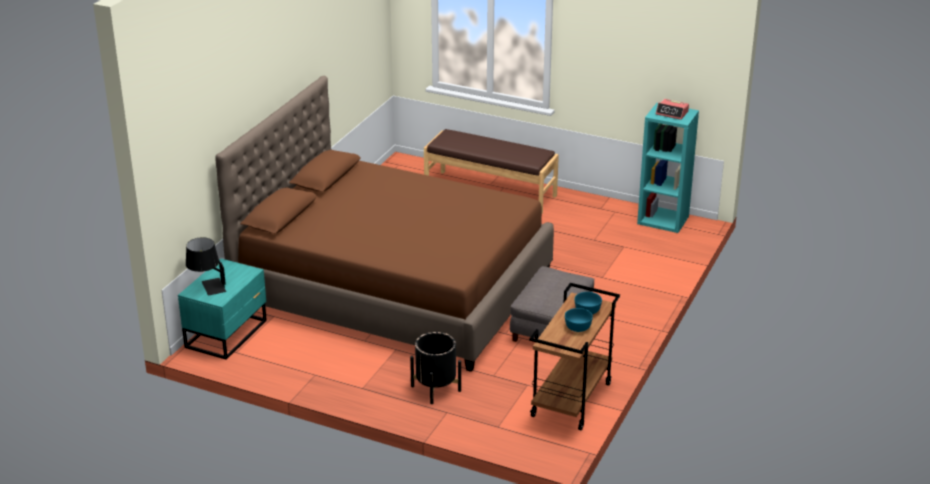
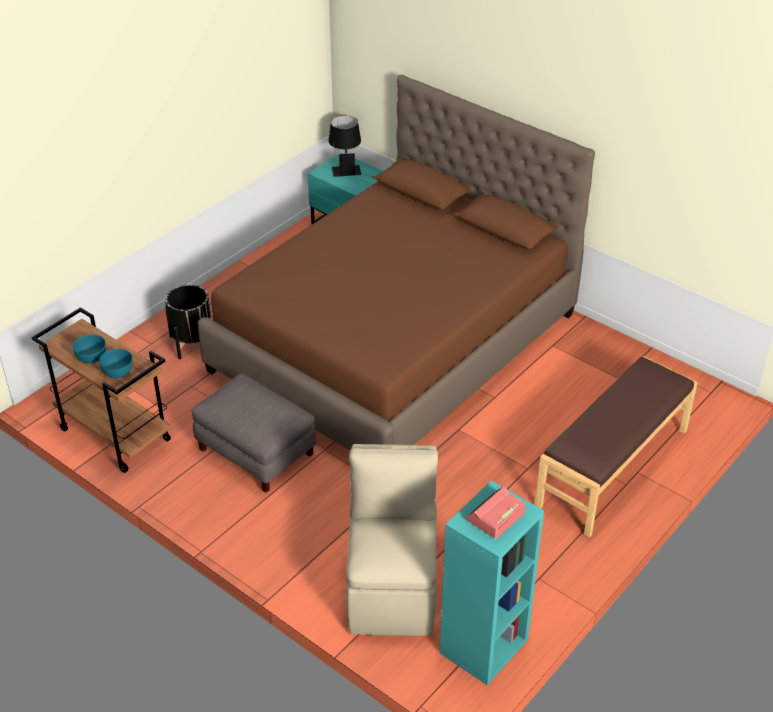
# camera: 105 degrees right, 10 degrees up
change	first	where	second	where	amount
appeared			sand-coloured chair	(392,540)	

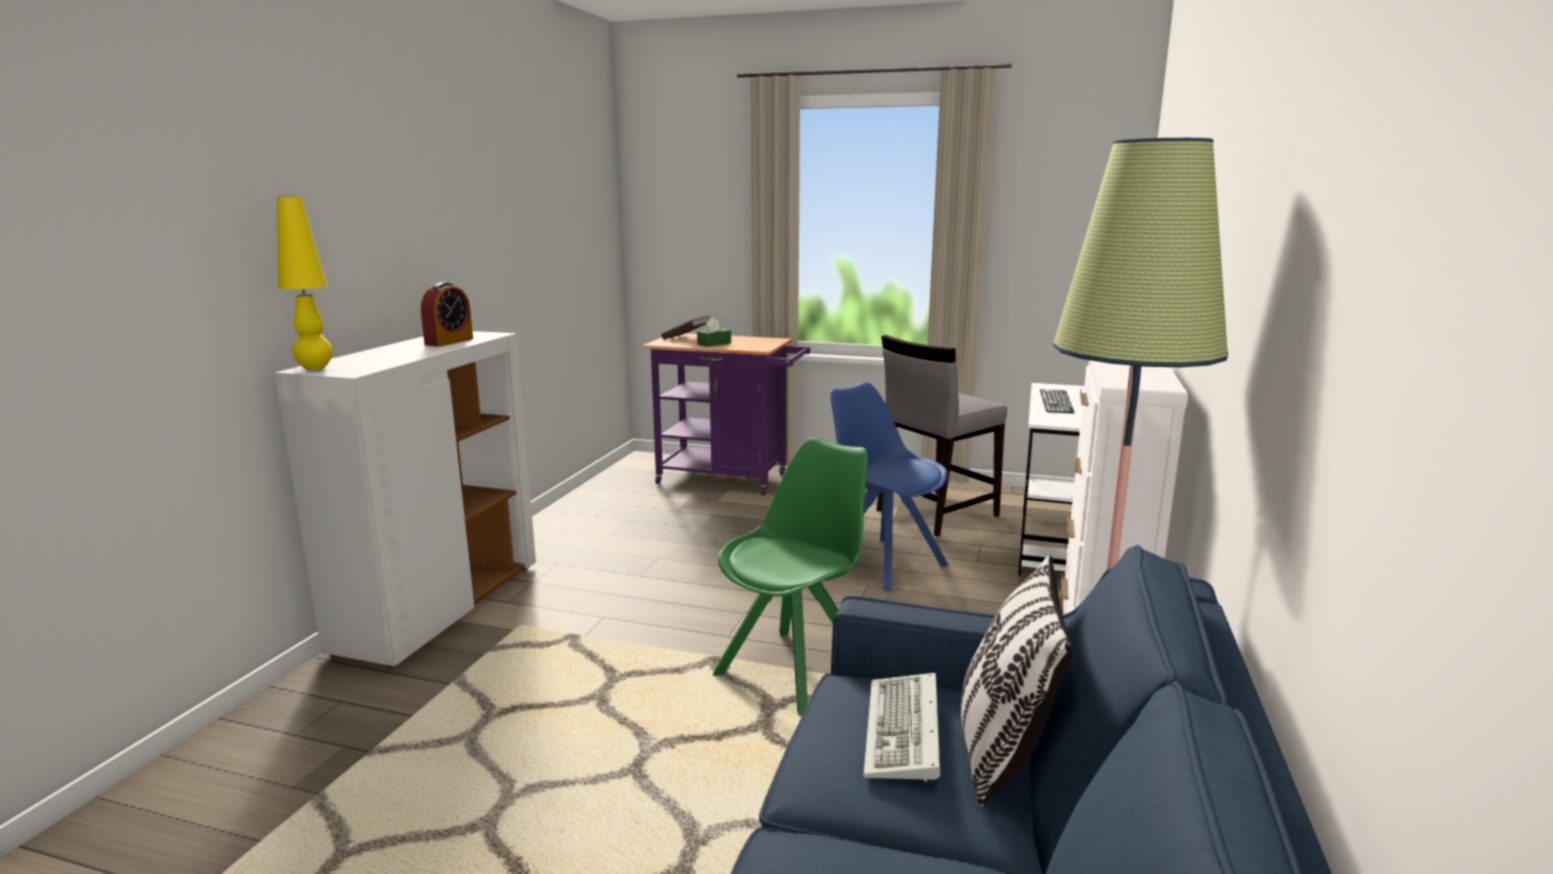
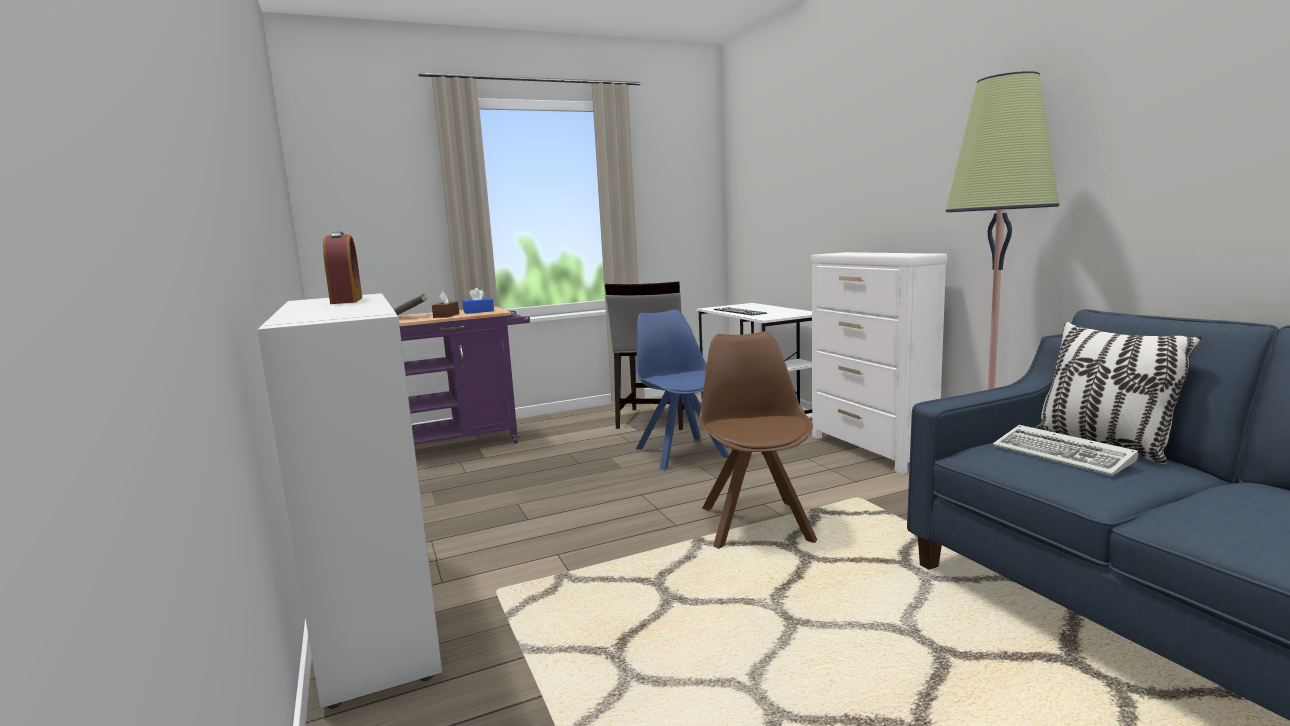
# camera: 40 degrees left, 5 degrees down
change	first	where	second	where	amount
missing	yellowish lamp for a table	(304,283)			
colour	greenish box of tissues	(714,332)	brownish box of tissues	(445,304)	
colour	greenish chair	(790,576)	brownish chair	(758,440)	
spun	blue chair	(890,486)		(682,390)	60 degrees clockwise
appeared			blue box of tissues	(478,301)	

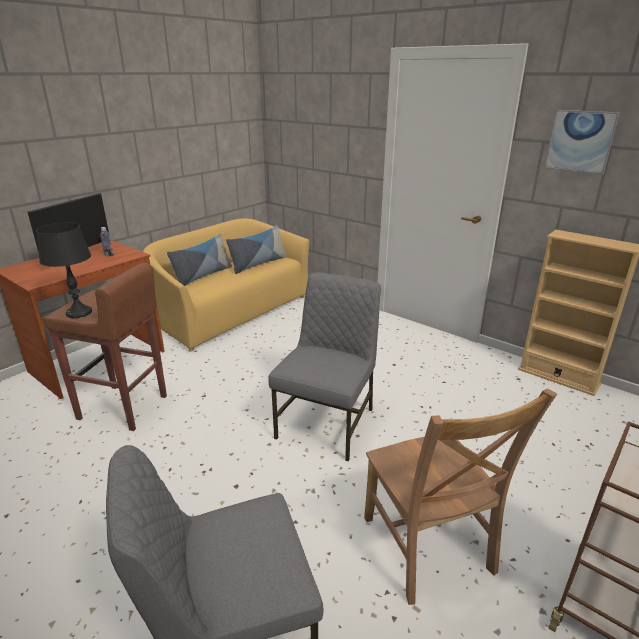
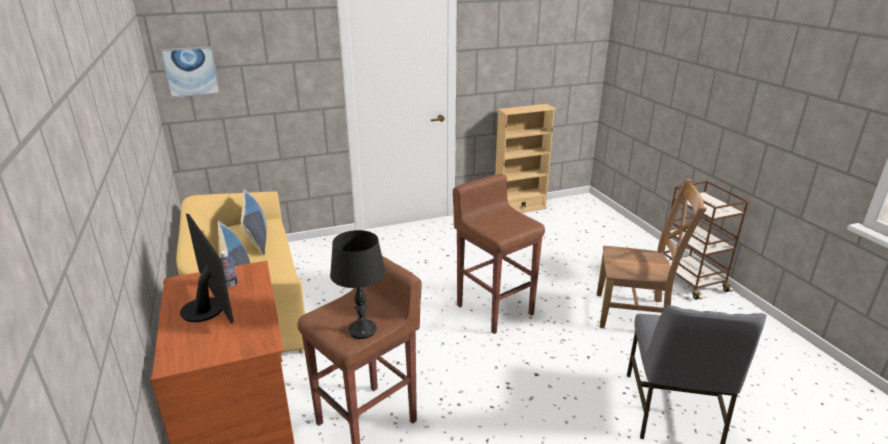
# camera: 60 degrees left, 0 degrees up
change	first	where	second	where	amount
exchanged	gray chair	(324,366)	brownish stool seat	(499,254)	
relocated	picture	(582,142)		(190,72)	

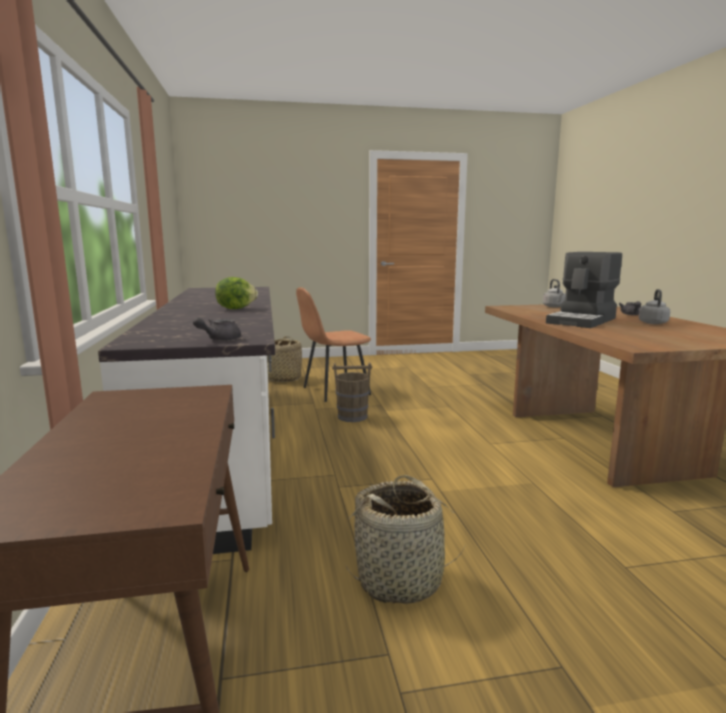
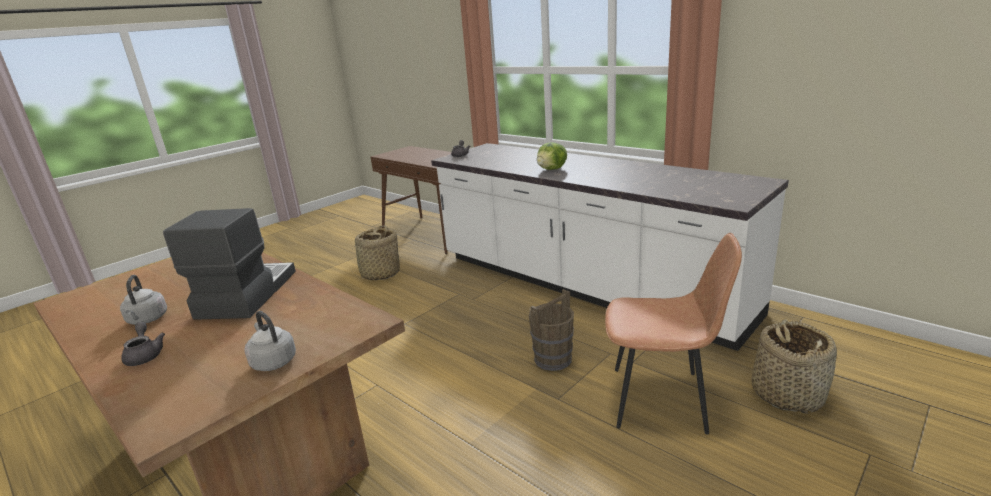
# camera: 145 degrees right, 10 degrees up
change	first	where	second	where	amount
spun	brownish chair	(333,344)		(673,334)	75 degrees clockwise

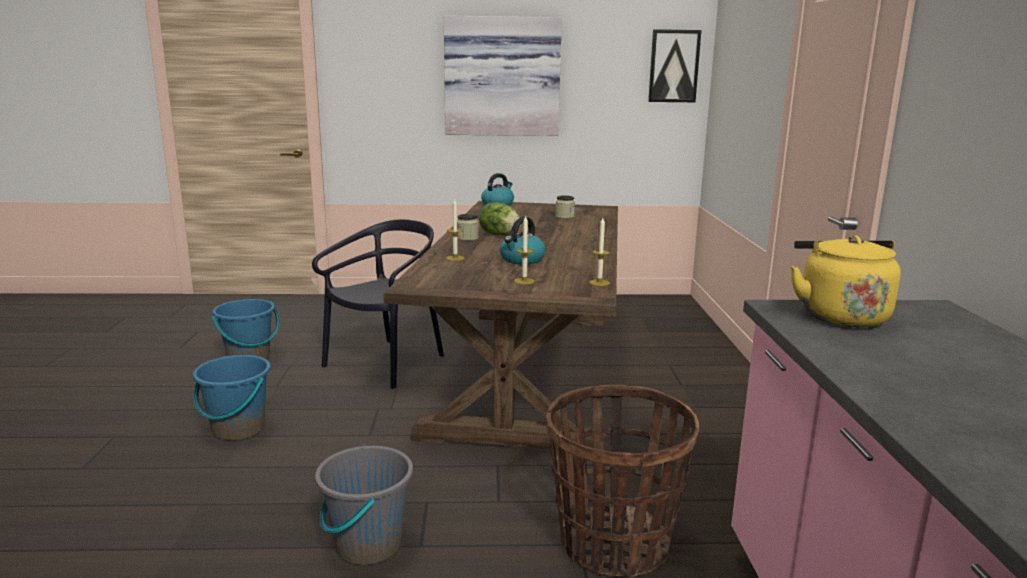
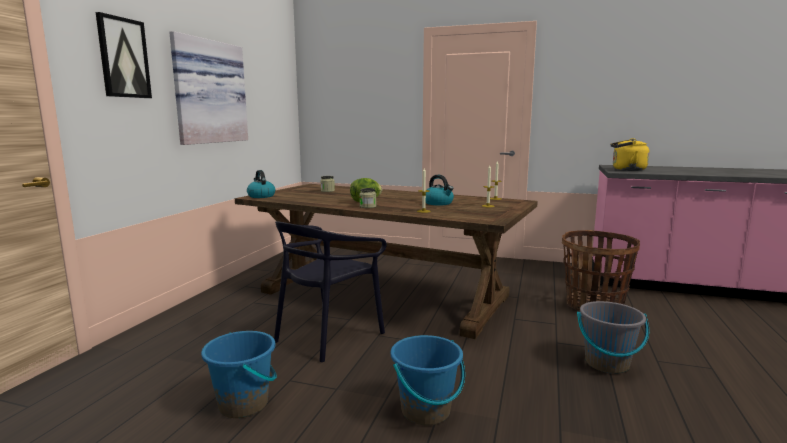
# camera: 70 degrees left, 5 degrees down
change	first	where	second	where	amount
spun	blackish chair	(378,304)		(330,291)	105 degrees counterclockwise
relocated	picture	(675,65)		(124,55)	

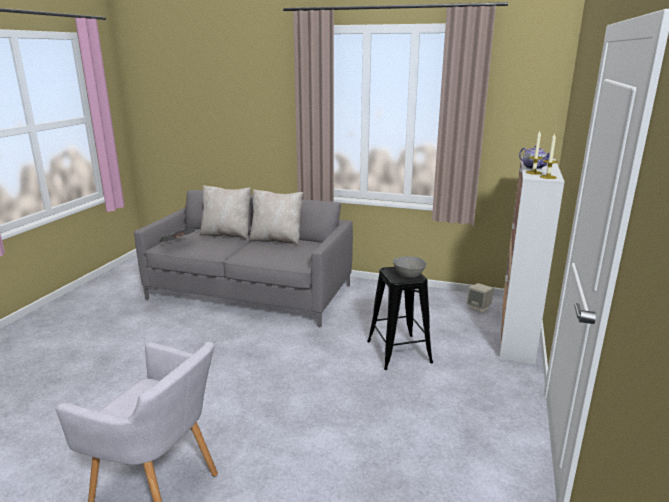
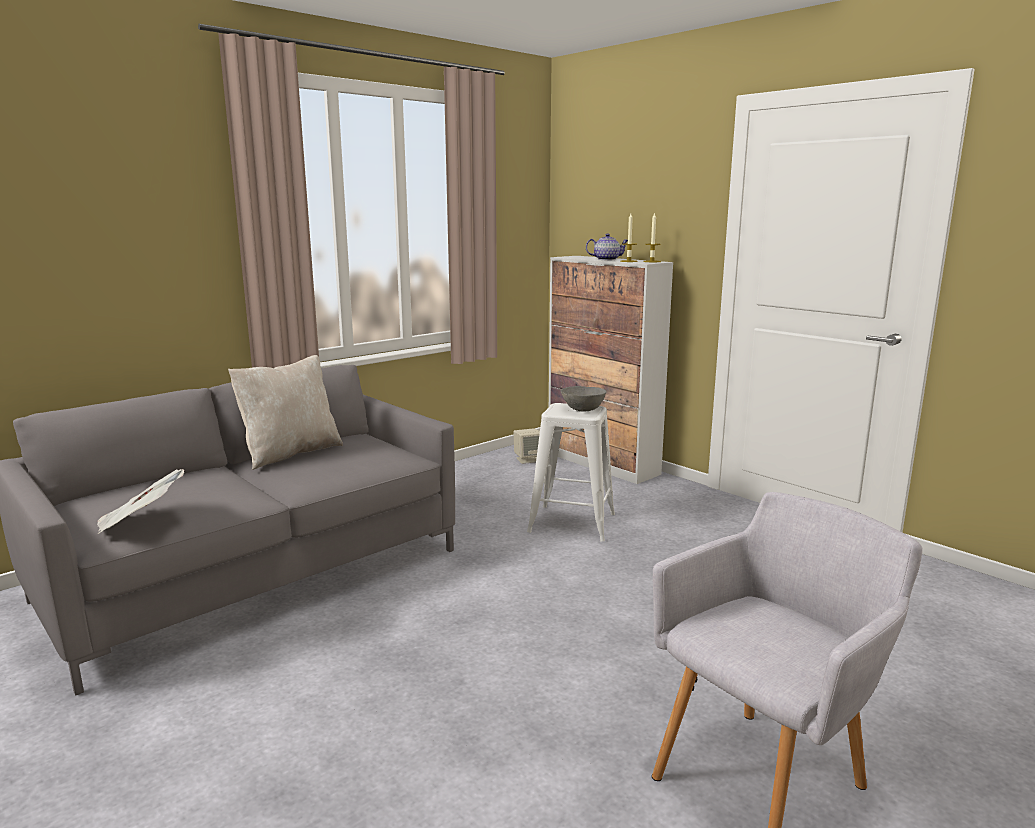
# camera: 60 degrees left, 5 degrees down
change	first	where	second	where	amount
missing	sand-coloured pillow	(225,212)			
colour	blackish stool seat	(400,318)	whitish stool seat	(571,472)	

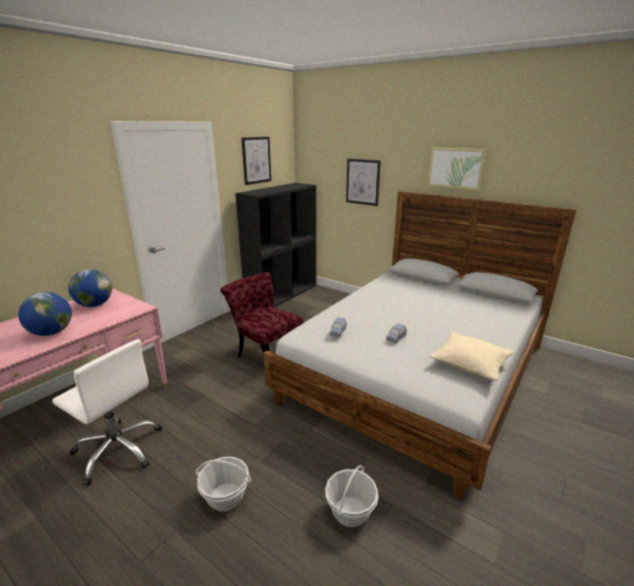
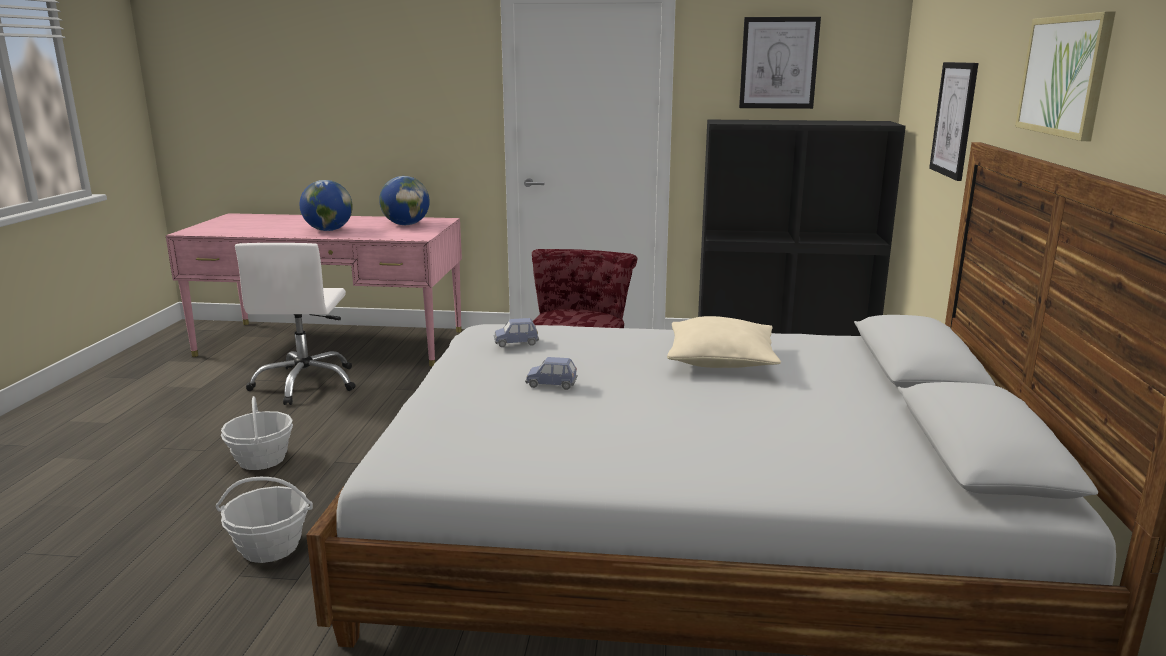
# camera: 60 degrees right, 5 degrees down
change	first	where	second	where	amount
relocated	sand-coloured pillow	(472,356)		(724,342)	

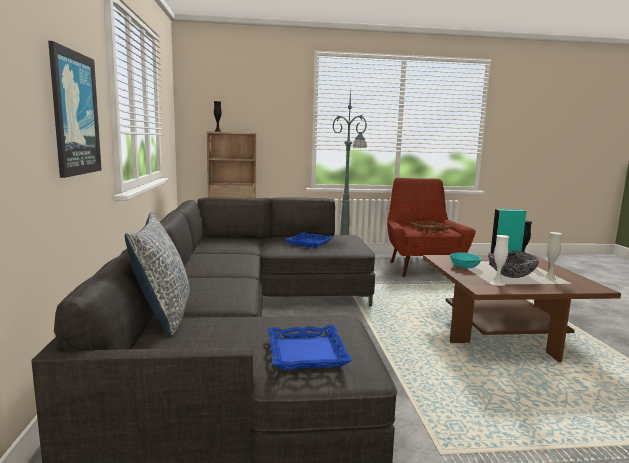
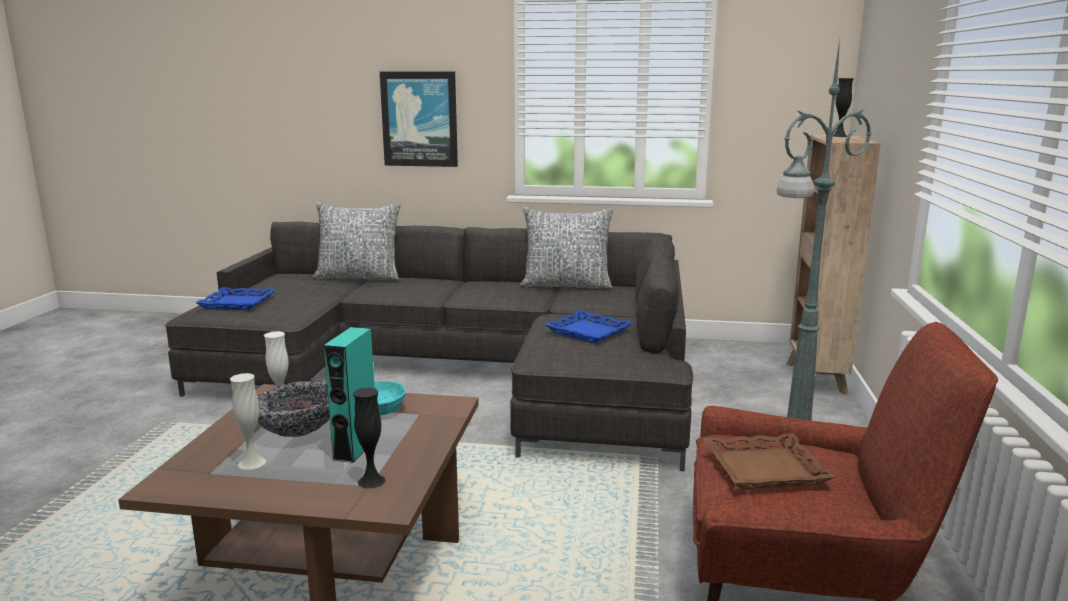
# camera: 105 degrees right, 5 degrees up
change	first	where	second	where	amount
appeared			pillow	(566,248)	

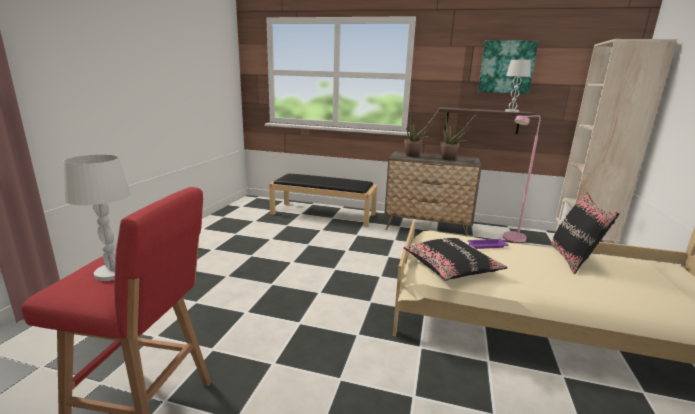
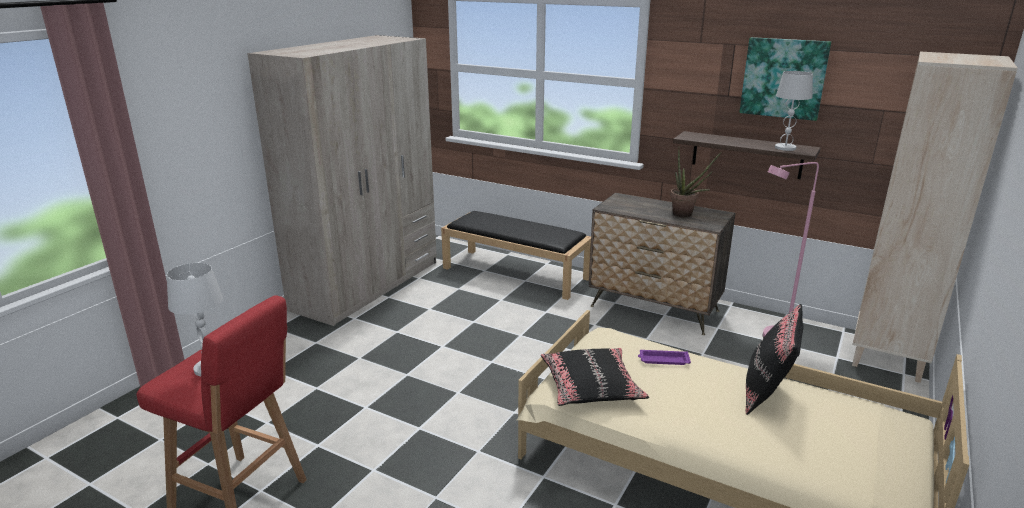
# camera: 15 degrees right, 5 degrees up
change	first	where	second	where	amount
missing	potted plant	(421,133)			
appeared			sand-coloured clothes cupboard	(342,180)	

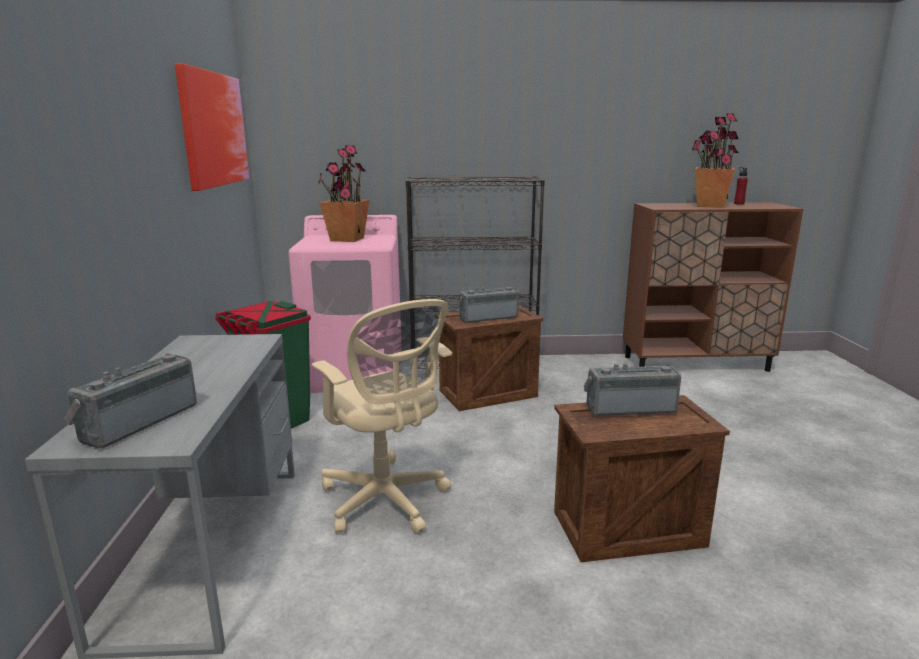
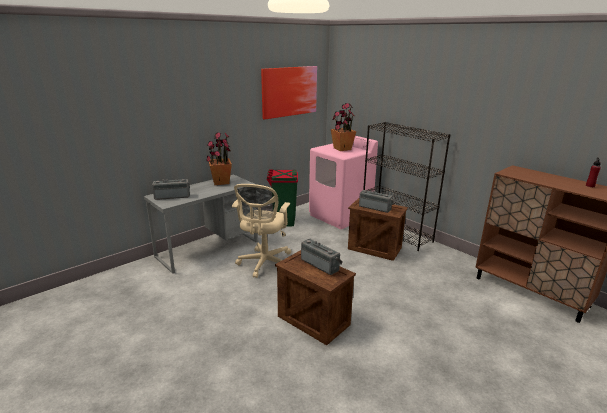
# camera: 50 degrees right, 5 degrees up
change	first	where	second	where	amount
relocated	potted plant	(715,160)		(219,158)	

